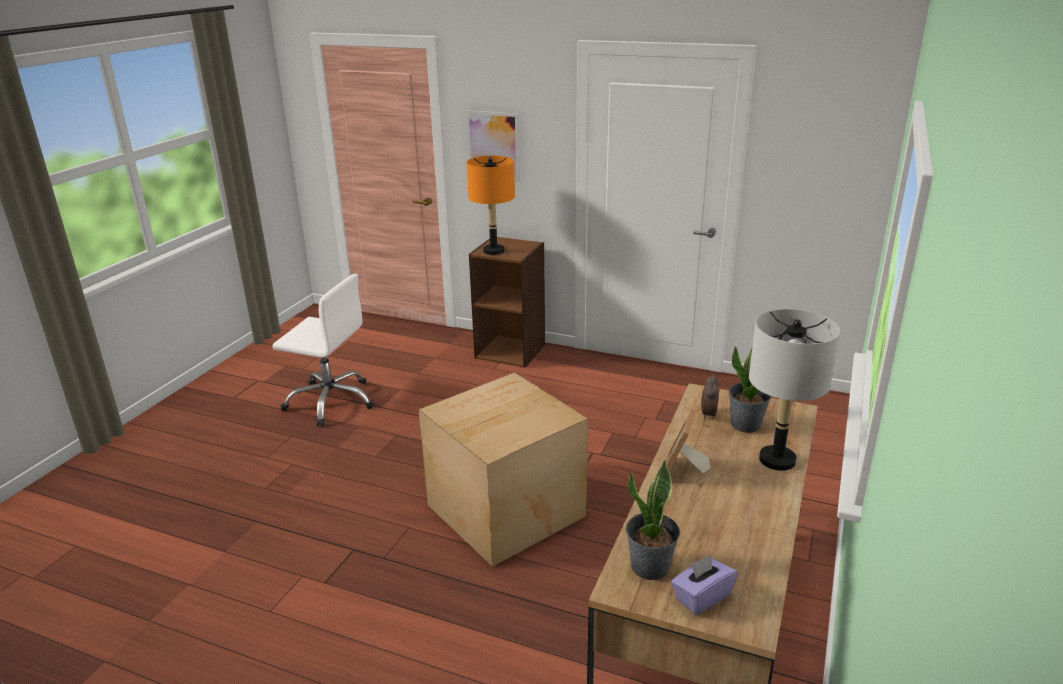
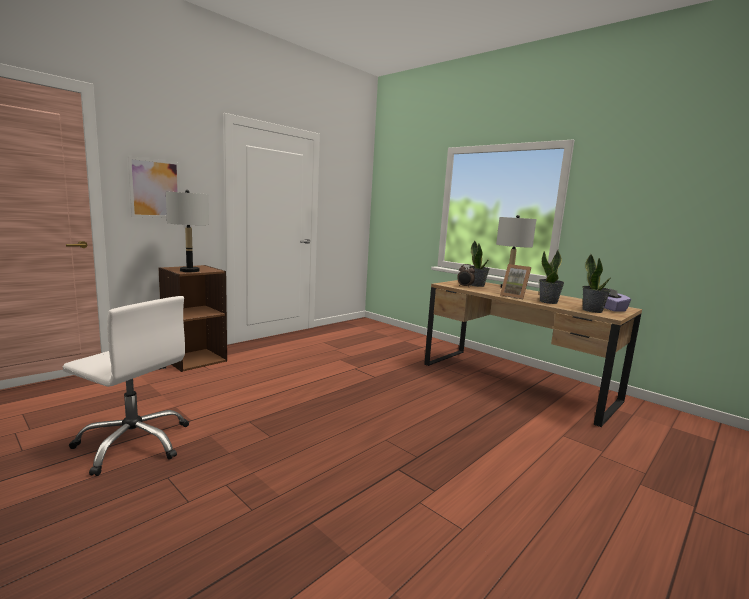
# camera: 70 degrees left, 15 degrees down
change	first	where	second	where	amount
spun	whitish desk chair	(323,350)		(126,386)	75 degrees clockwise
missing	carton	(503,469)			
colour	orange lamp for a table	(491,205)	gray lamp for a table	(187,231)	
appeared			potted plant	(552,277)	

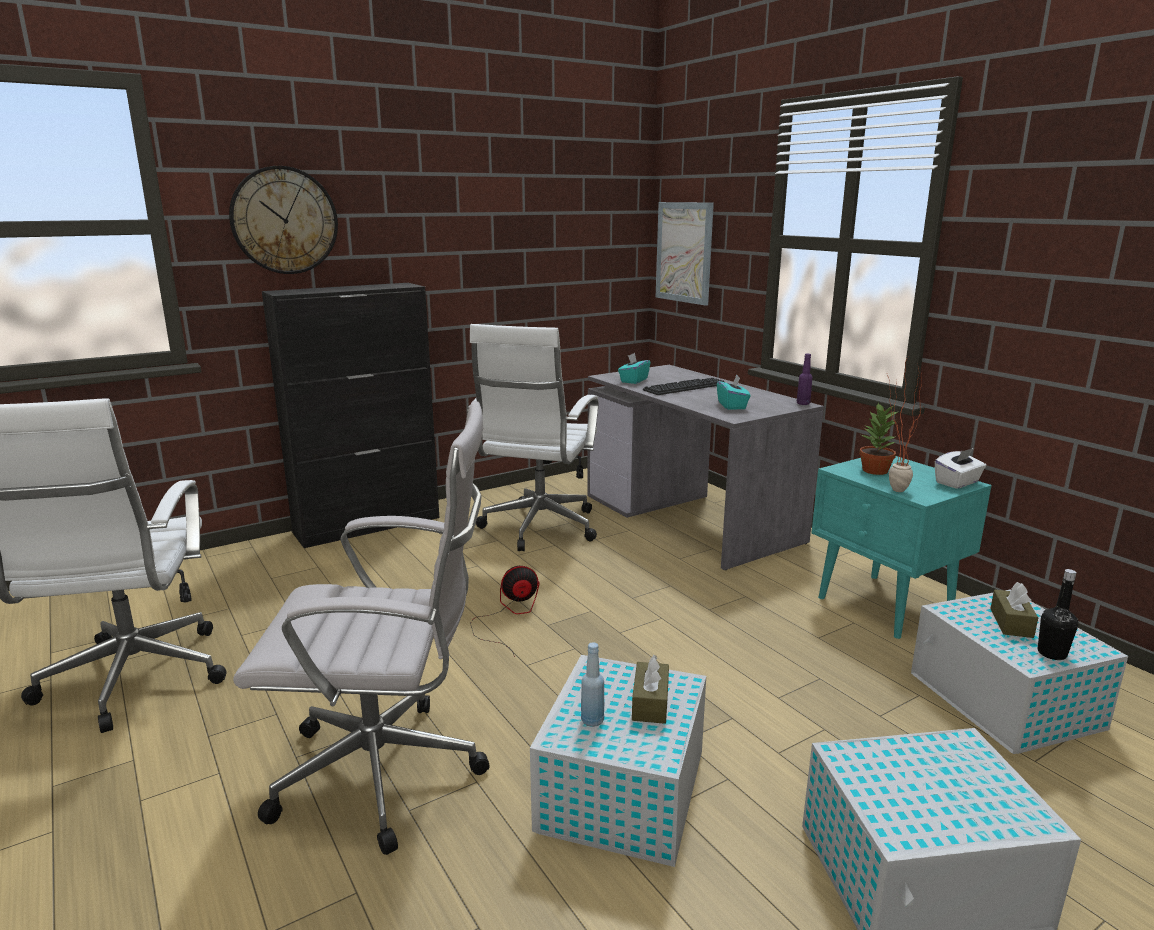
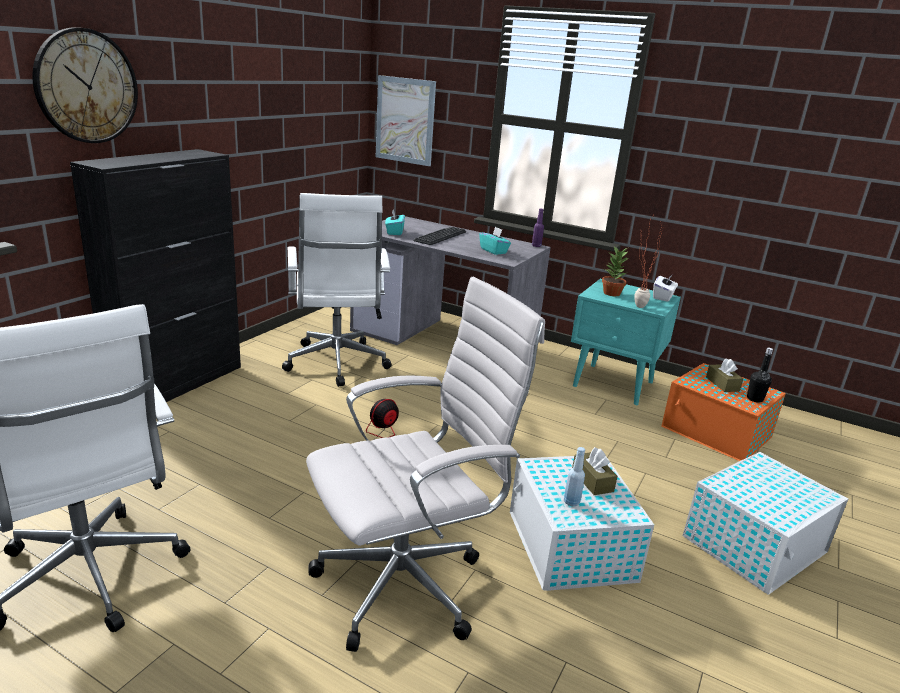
# camera: 30 degrees left, 5 degrees up
change	first	where	second	where	amount
colour	whitish storage container	(1019,672)	orange storage container	(723,412)	

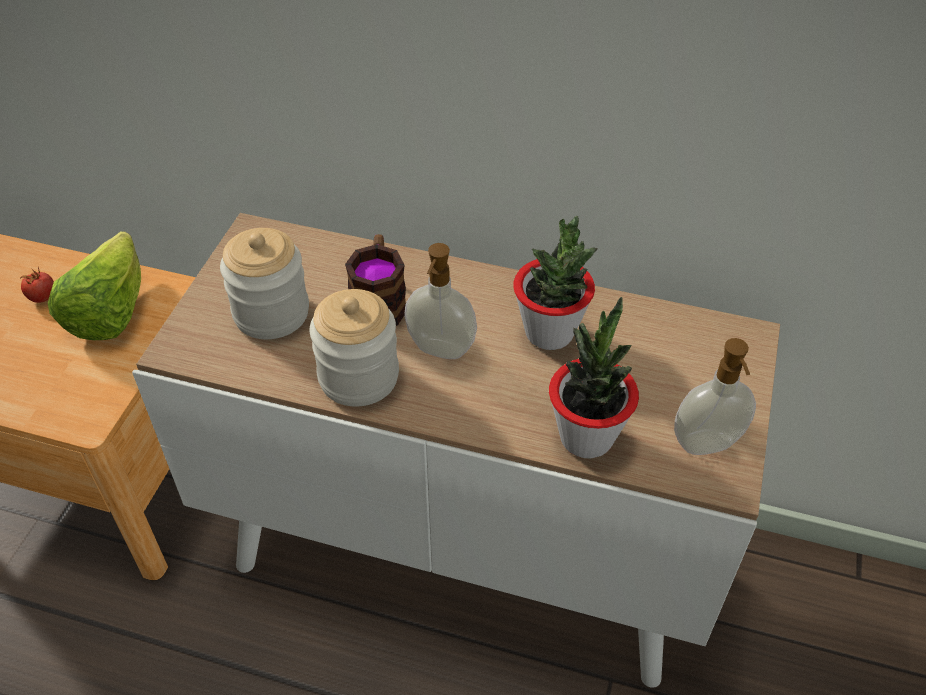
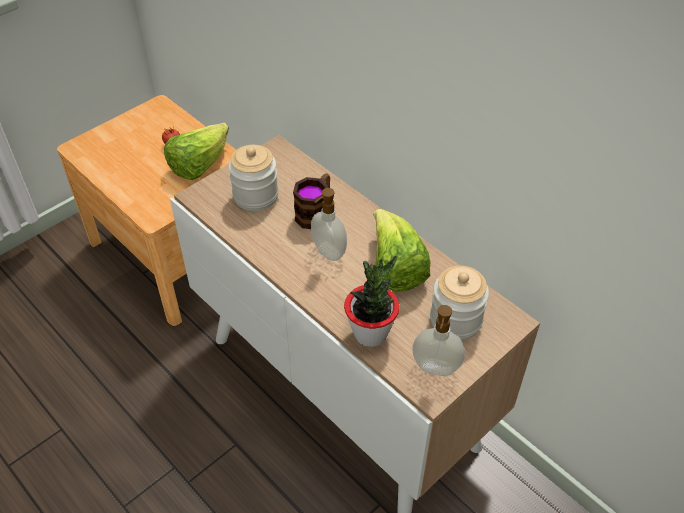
# camera: 30 degrees right, 0 degrees up
change	first	where	second	where	amount
relocated	storage jar	(354,348)		(459,303)	
exchanged	potted plant	(555,283)	lettuce	(402,250)	

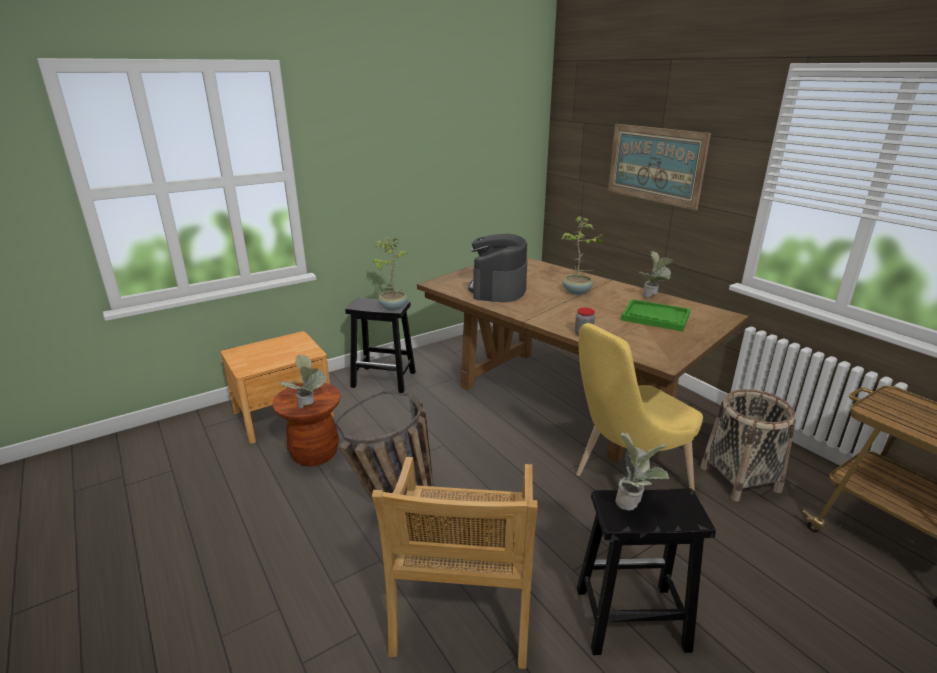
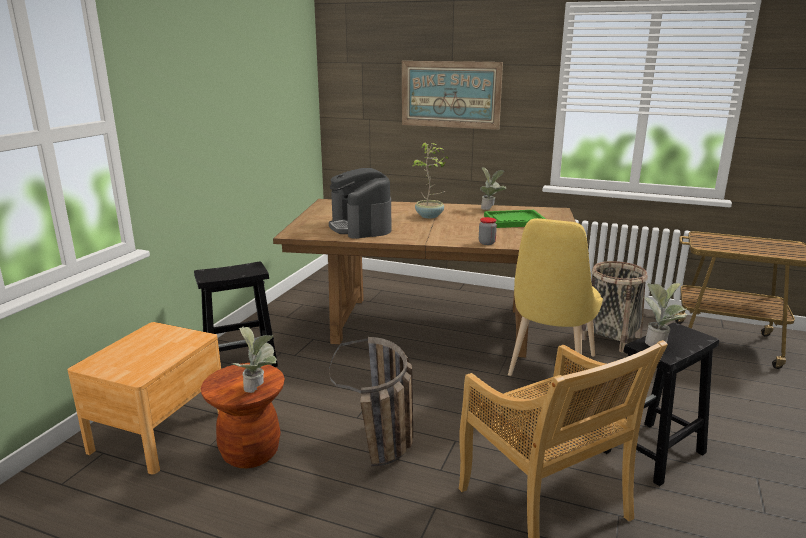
# camera: 35 degrees left, 5 degrees down
change	first	where	second	where	amount
missing	potted plant	(391,274)			

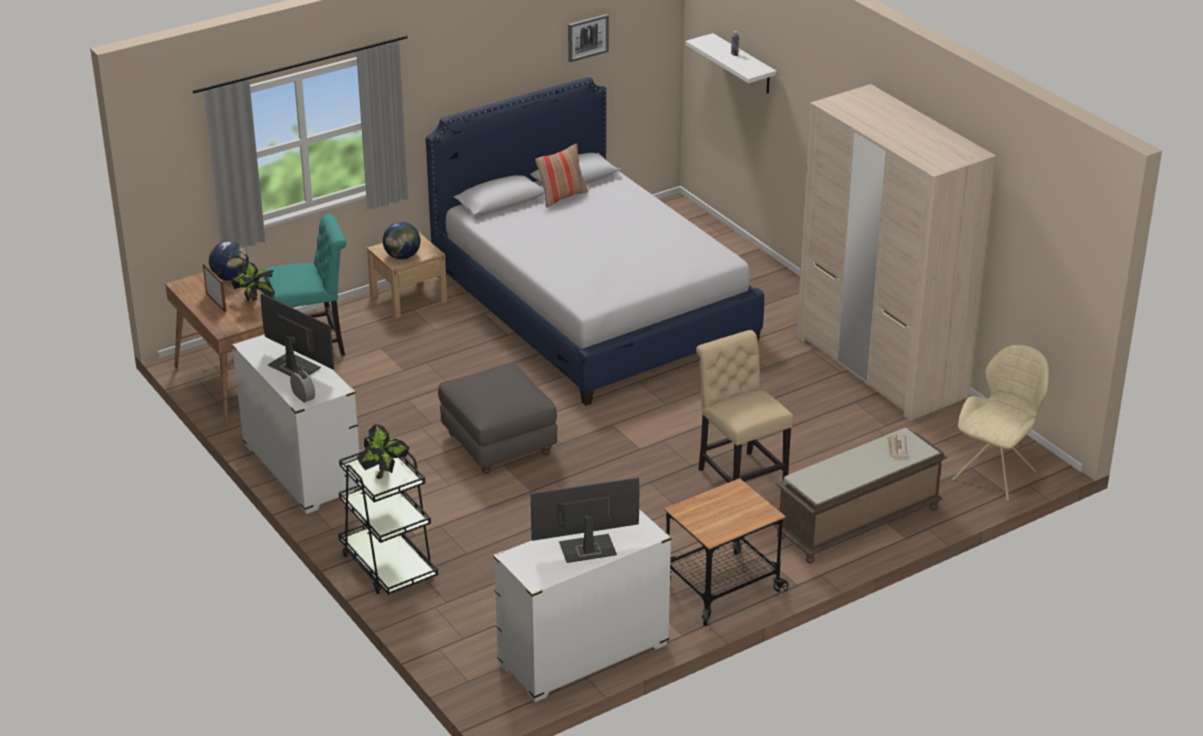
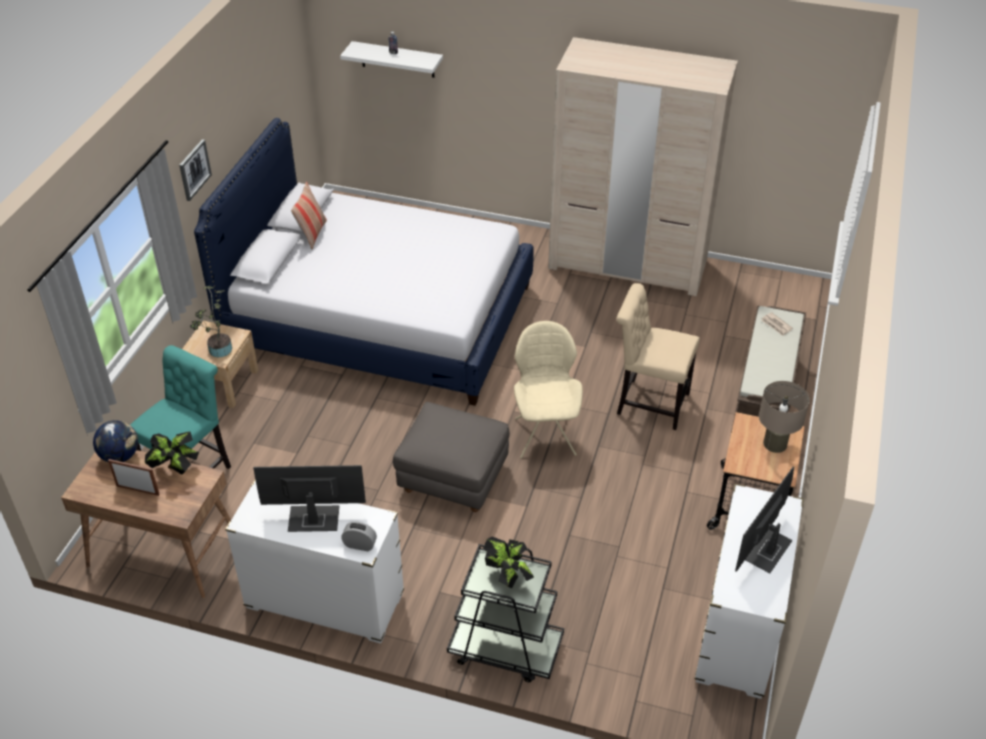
# camera: 40 degrees left, 10 degrees up
change	first	where	second	where	amount
exchanged	globe	(401,241)	potted plant	(211,321)	
relocated	picture	(588,38)		(195,170)	
relocated	sand-coloured chair	(1000,423)		(548,390)	
appeared			sand-coloured lamp for a table	(784,417)	

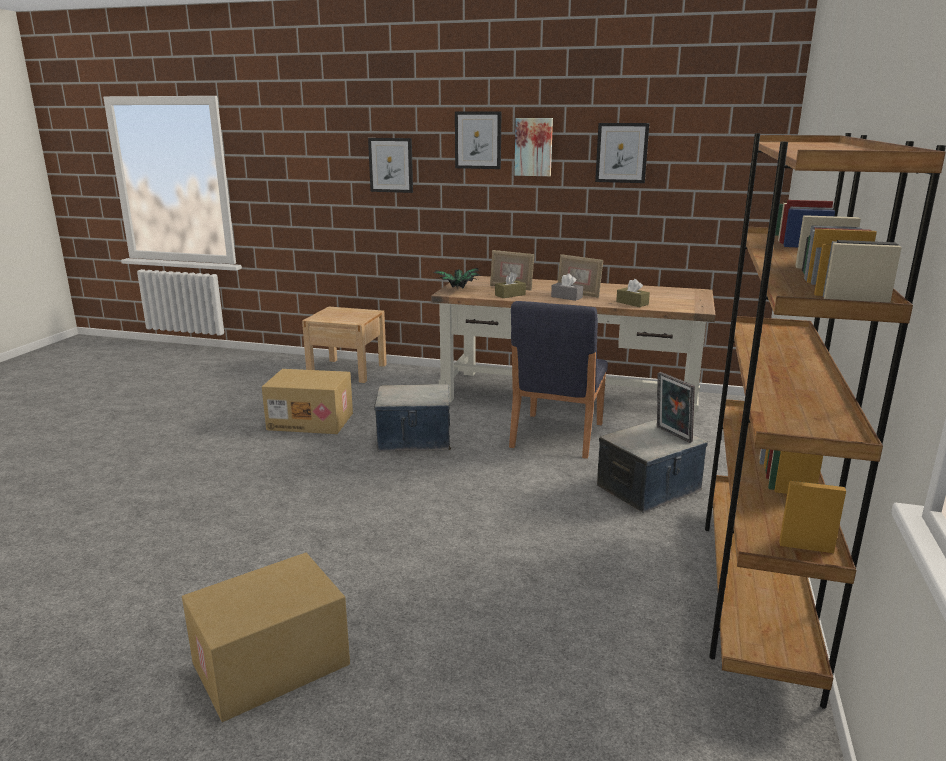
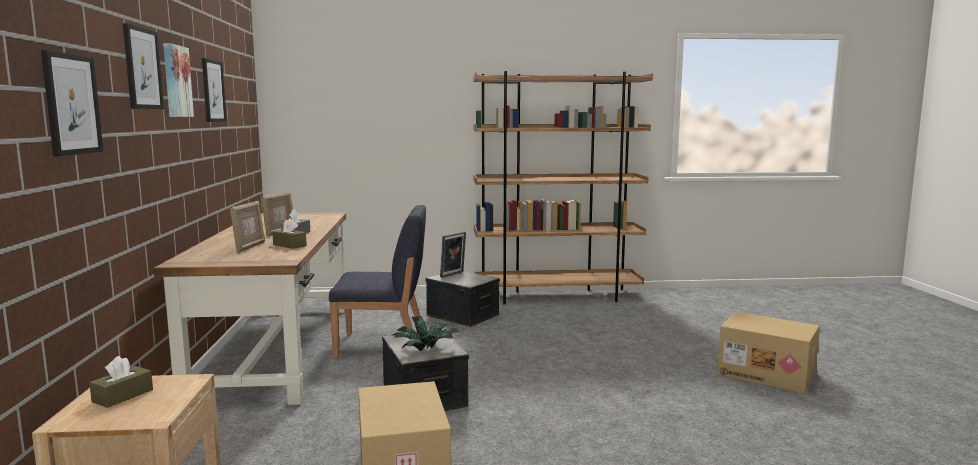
# camera: 110 degrees left, 10 degrees down
change	first	where	second	where	amount
relocated	potted plant	(456,278)		(426,333)	
relocated	brownish box of tissues	(633,293)		(121,382)	

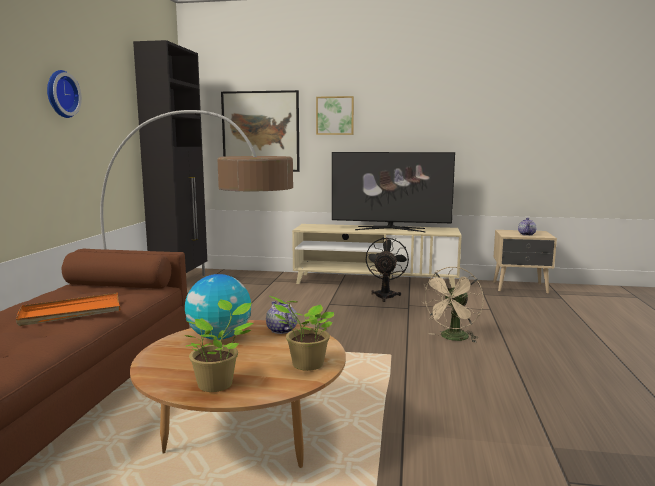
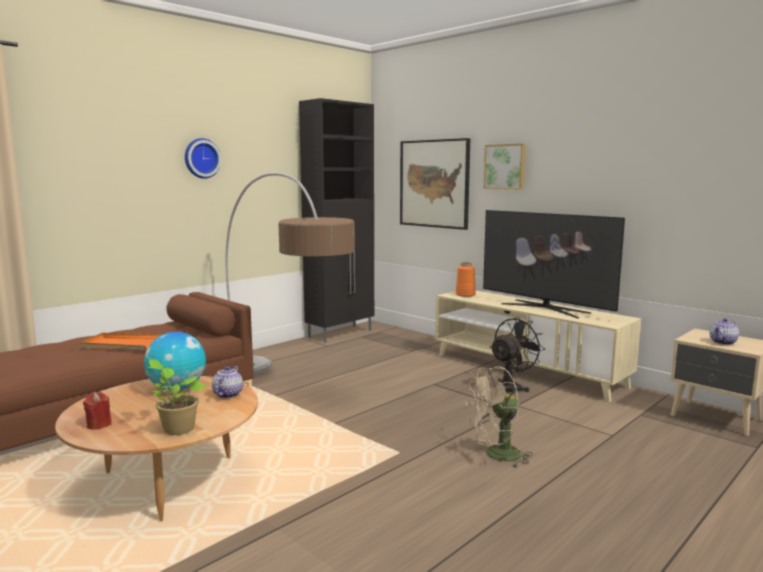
# camera: 35 degrees right, 0 degrees up
change	first	where	second	where	amount
exchanged	potted plant	(219,345)	red-coloured candle	(97,411)	
appeared			orange flower vase	(466,279)	

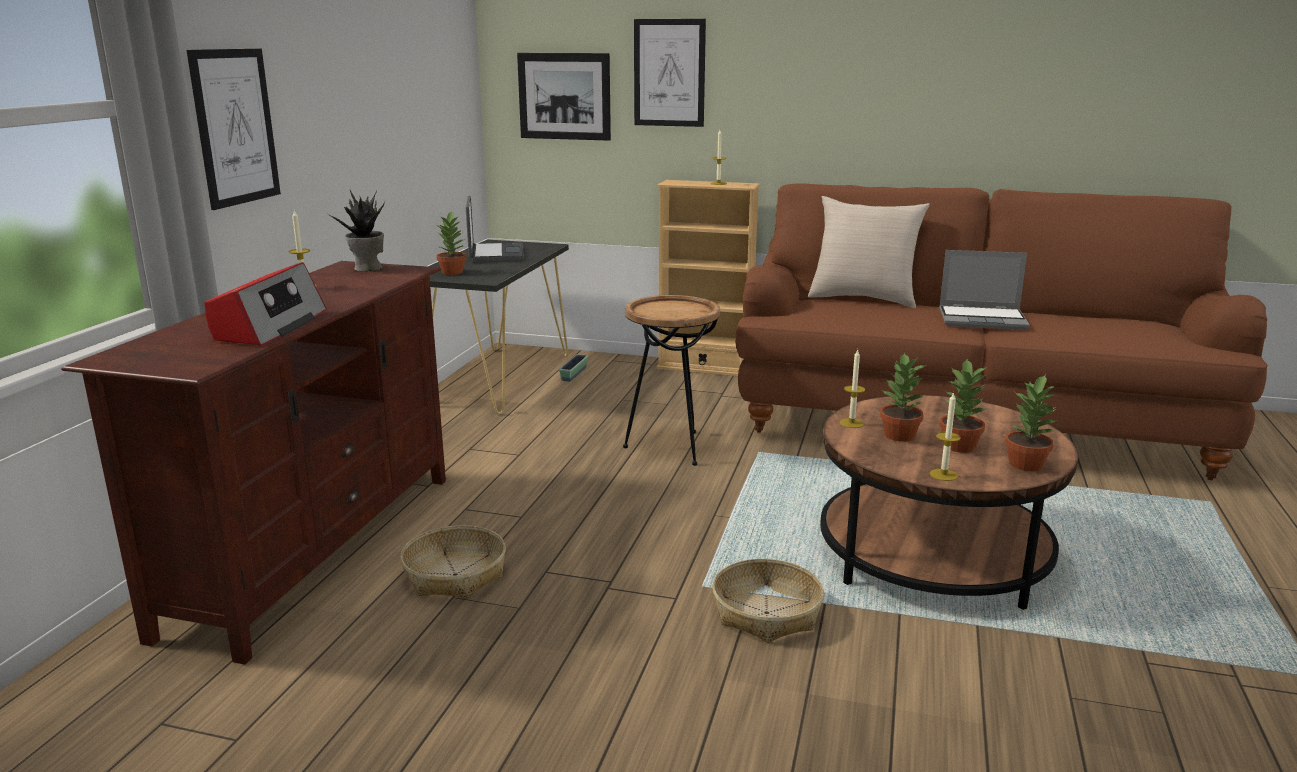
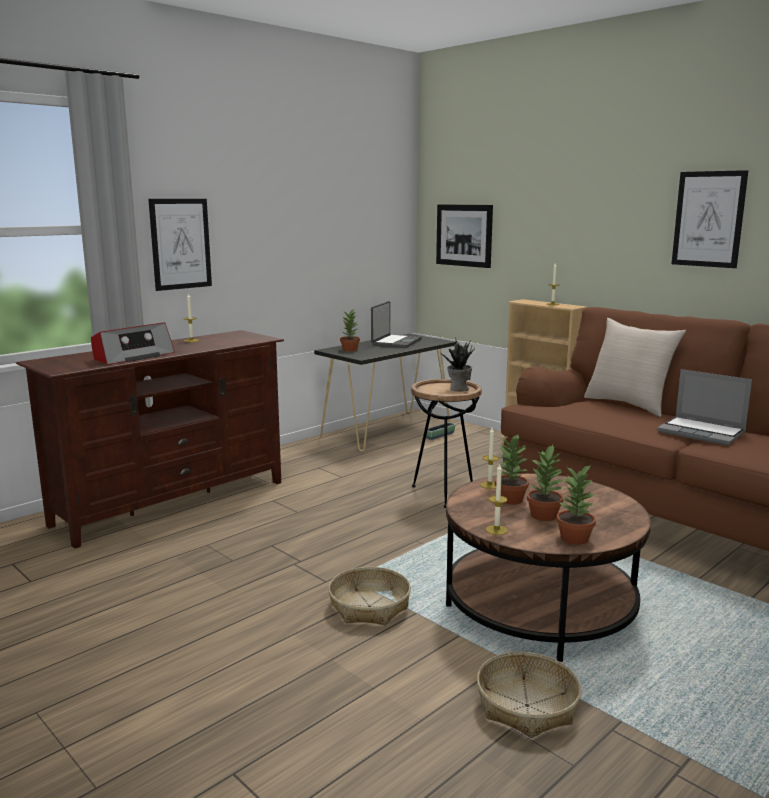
# camera: 30 degrees right, 5 degrees down
change	first	where	second	where	amount
relocated	potted plant	(356,230)		(456,364)	
relocated	storage basket	(453,561)		(529,695)	
relocated	picture	(670,73)		(710,219)	

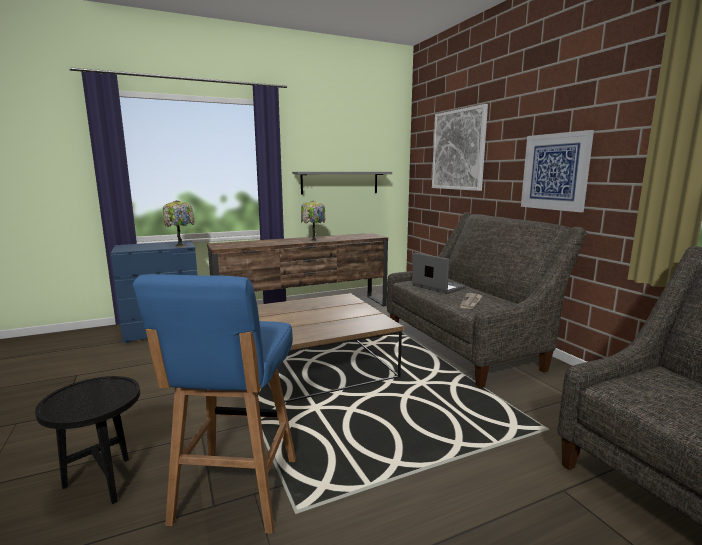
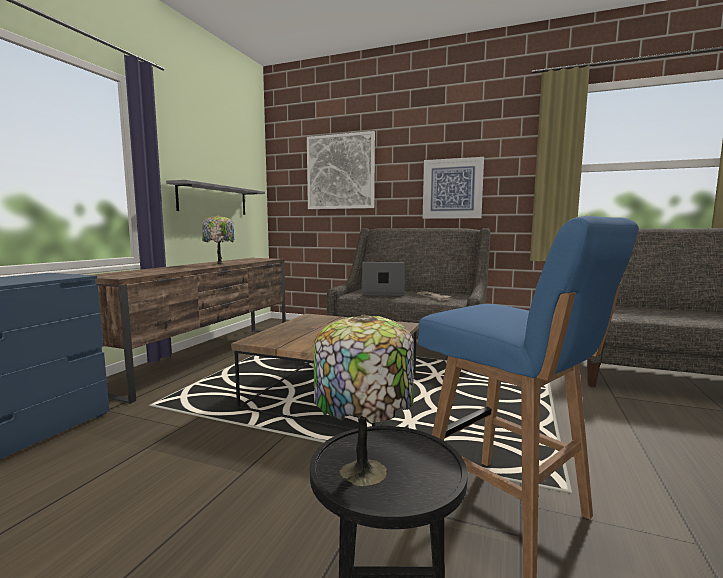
# camera: 45 degrees left, 5 degrees down
change	first	where	second	where	amount
relocated	lamp for a table	(179,223)		(363,400)	

